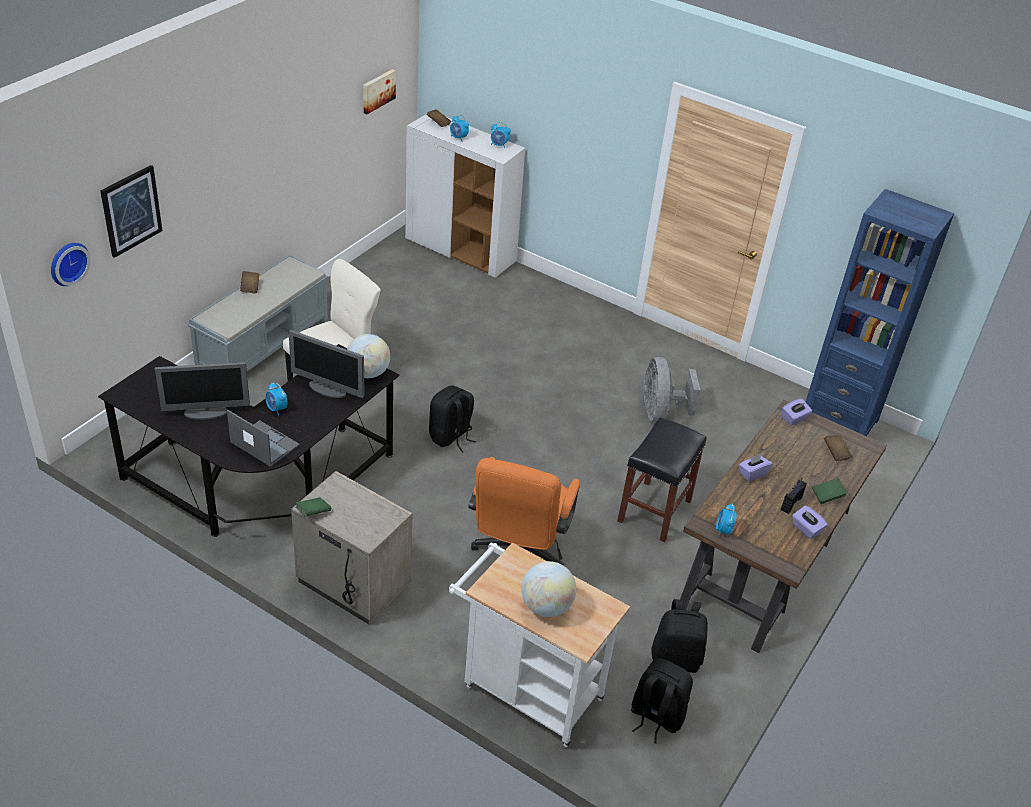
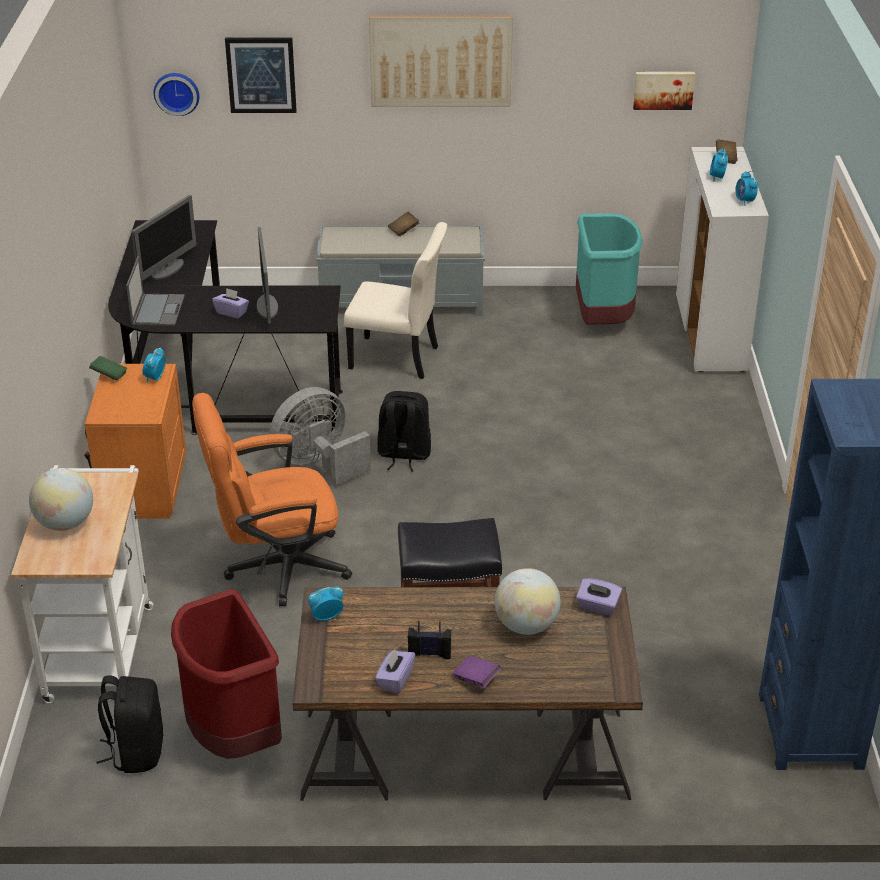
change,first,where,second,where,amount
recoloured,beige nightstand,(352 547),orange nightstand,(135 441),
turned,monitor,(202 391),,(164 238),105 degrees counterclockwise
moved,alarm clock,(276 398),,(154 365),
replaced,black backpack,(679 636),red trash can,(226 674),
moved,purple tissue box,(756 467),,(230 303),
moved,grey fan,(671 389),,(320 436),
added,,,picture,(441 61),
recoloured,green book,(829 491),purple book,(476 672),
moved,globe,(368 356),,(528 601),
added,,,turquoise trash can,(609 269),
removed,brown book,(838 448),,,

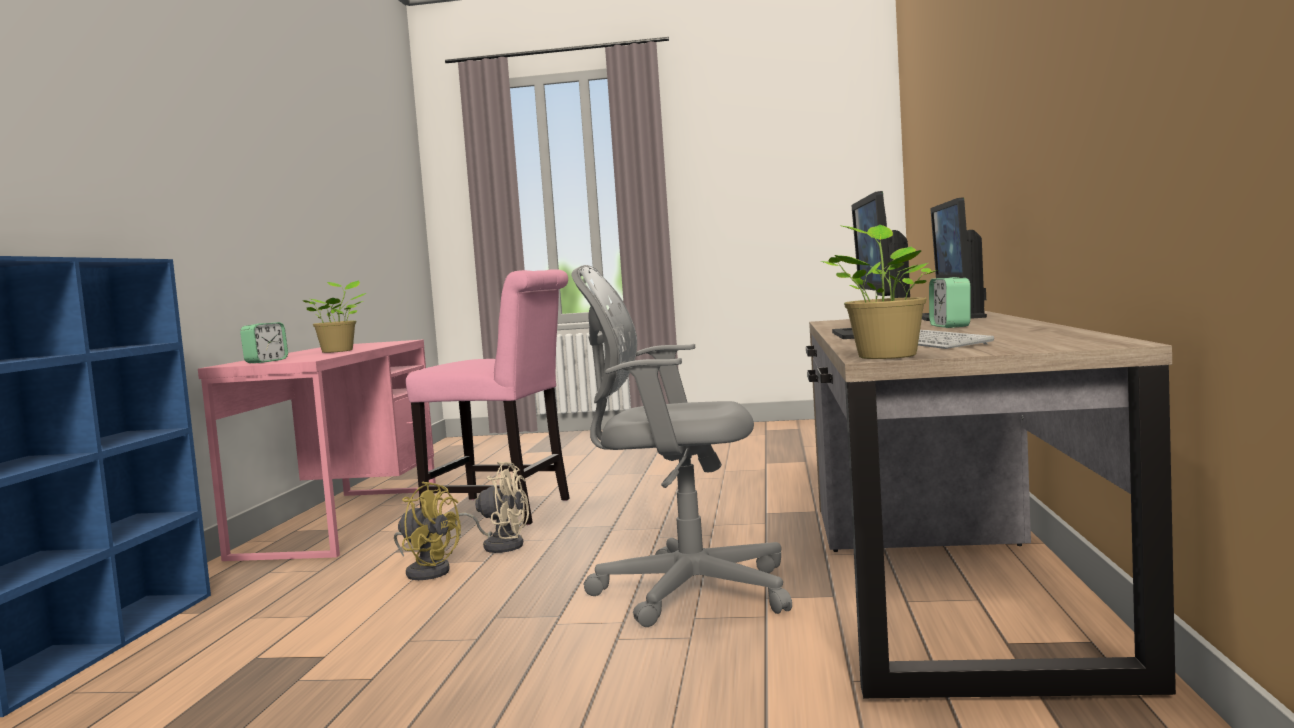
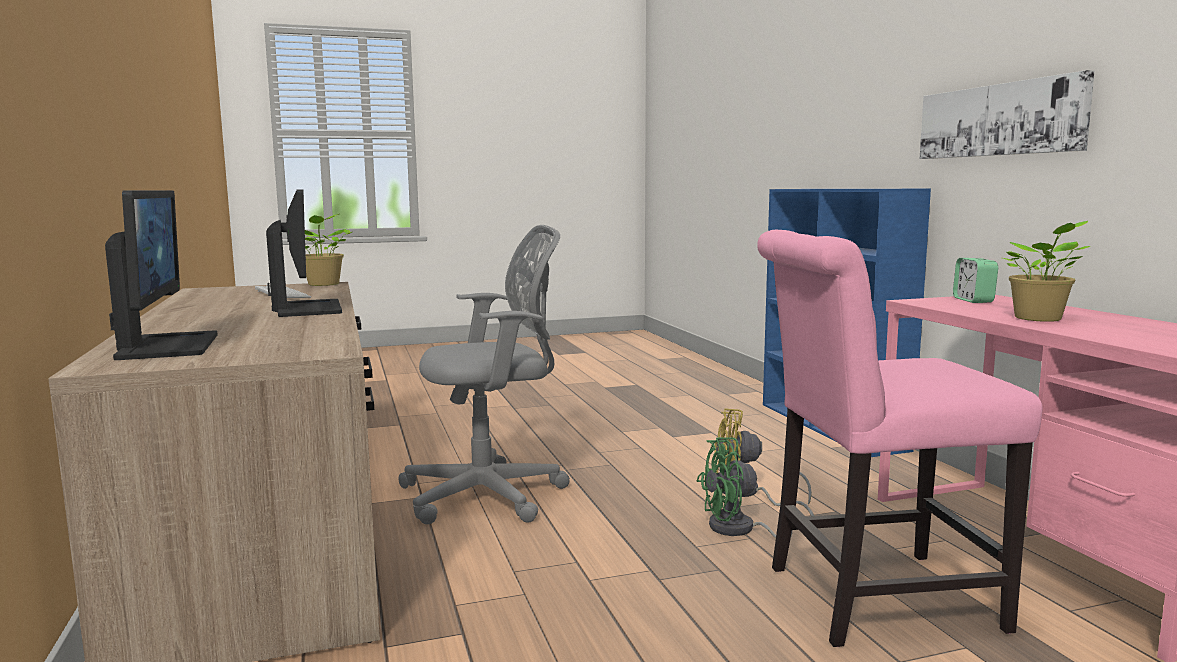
change,first,where,second,where,amount
recoloured,beige fan,(492 507),green fan,(755 488),
added,,,picture,(1007 114),
removed,alarm clock,(949 302),,,

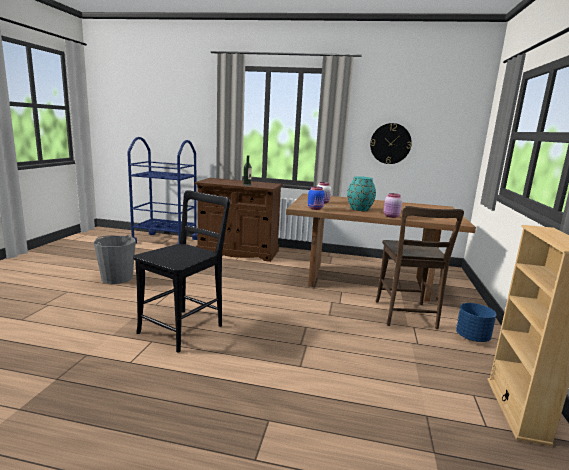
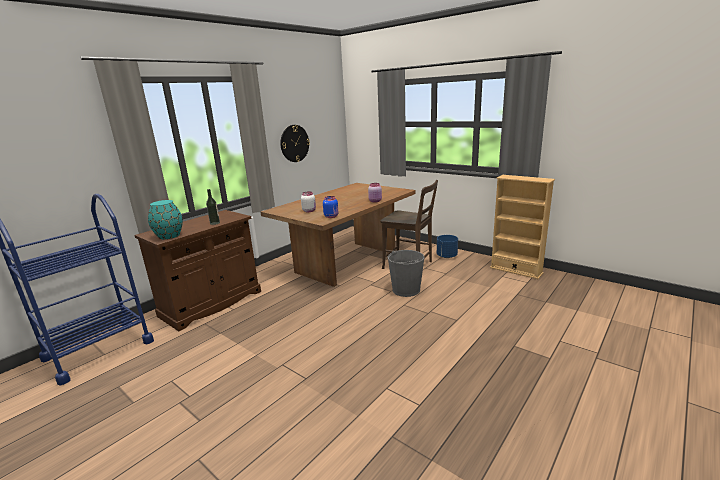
change,first,where,second,where,amount
moved,turquoise vase,(361 193),,(165 219),
moved,grey bucket,(115 259),,(406 273),
removed,black chair,(181 271),,,

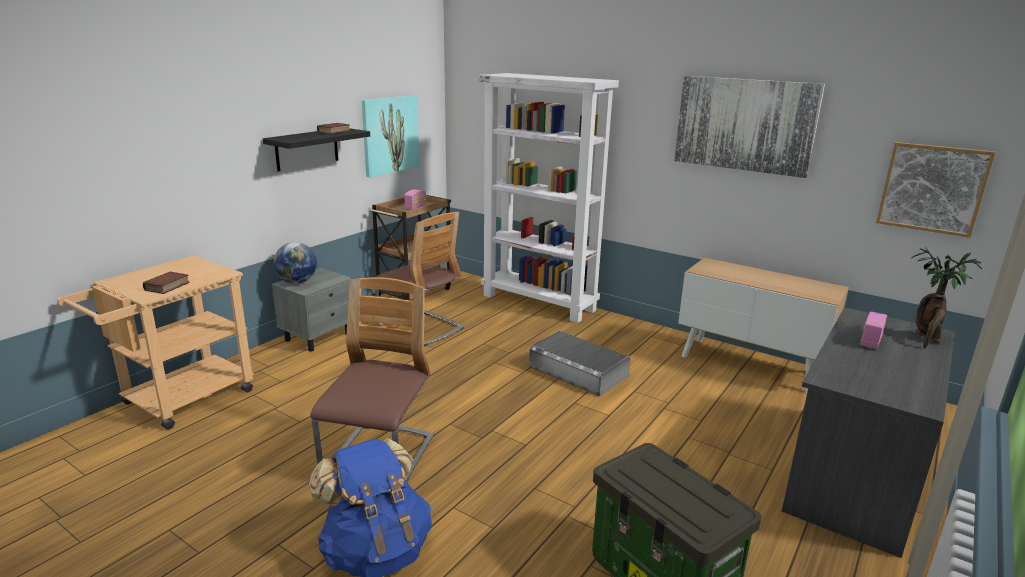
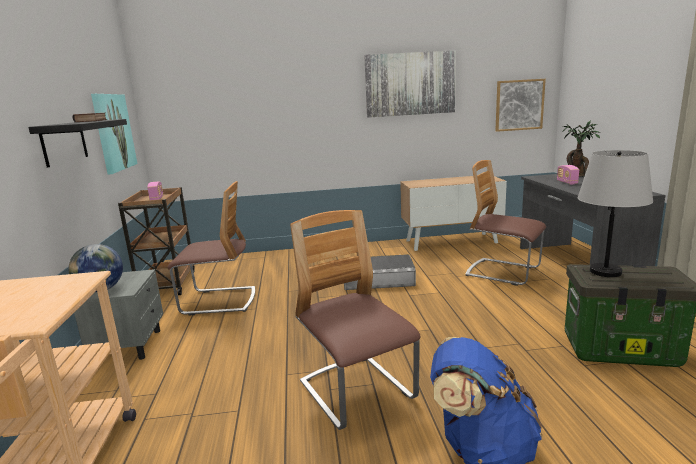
change,first,where,second,where,amount
added,,,chair,(505 223),
added,,,grey table lamp,(615 213),
removed,book,(166 283),,,
removed,white bookcase,(549 198),,,

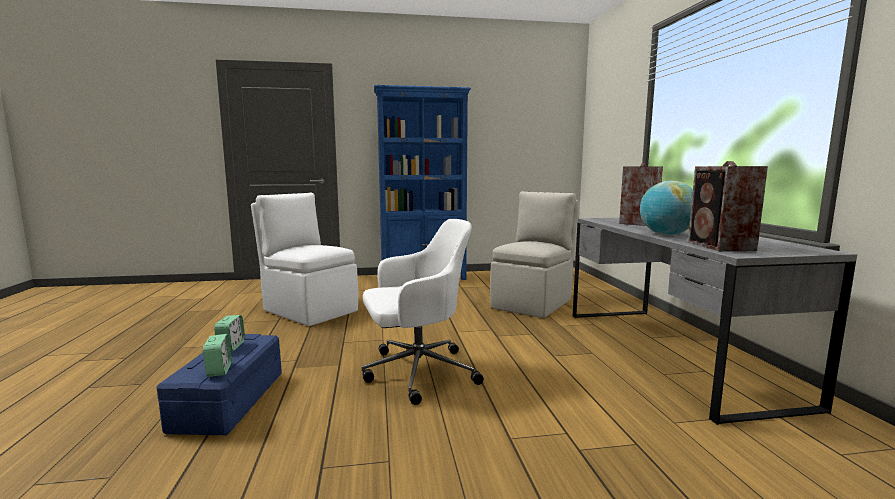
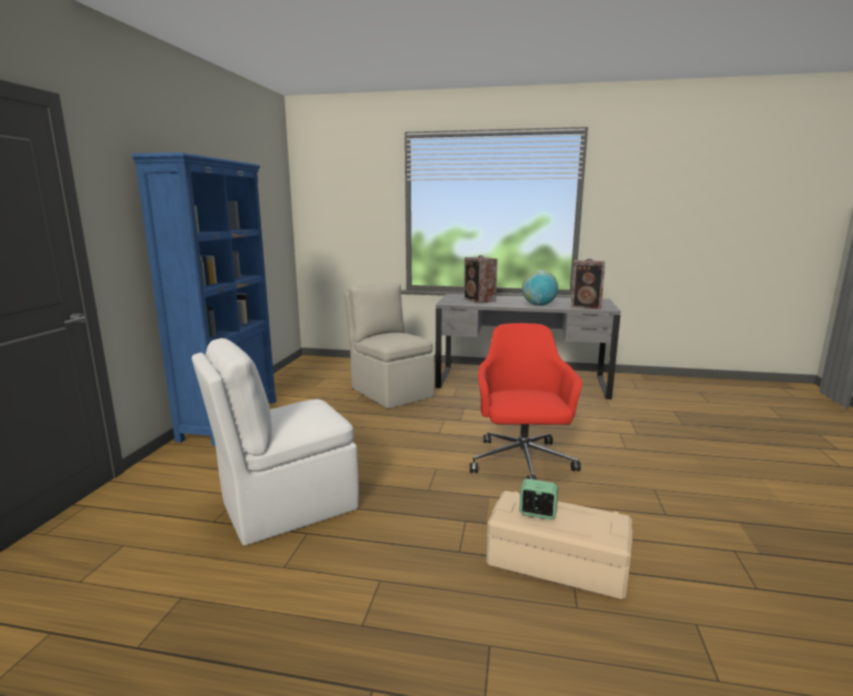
change,first,where,second,where,amount
recoloured,white office chair,(423 312),red office chair,(526 401),
recoloured,blue storage box,(219 384),beige storage box,(559 545),
removed,alarm clock,(217 355),,,

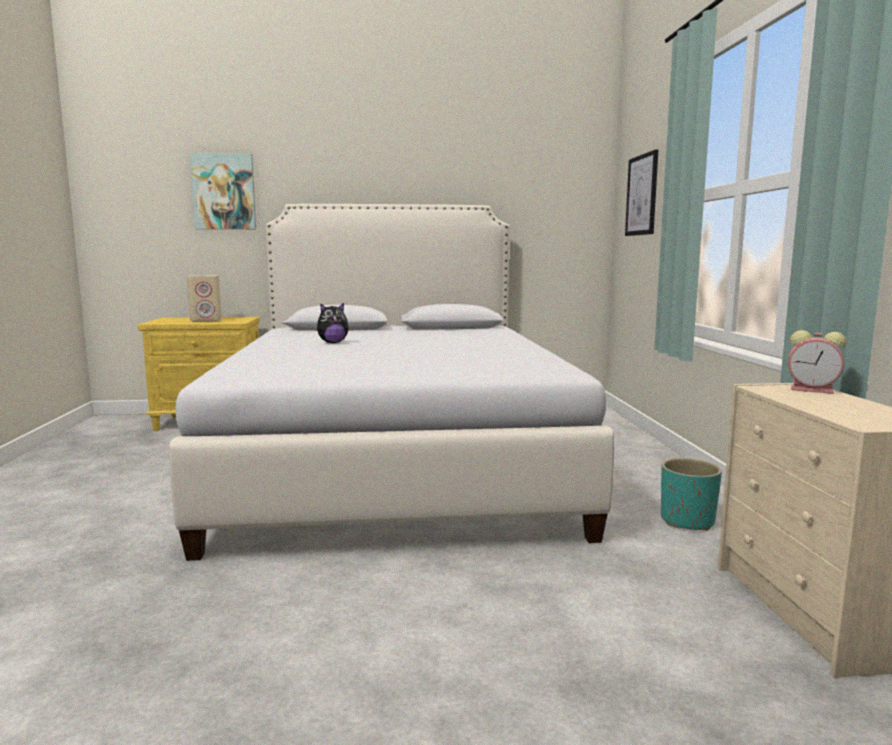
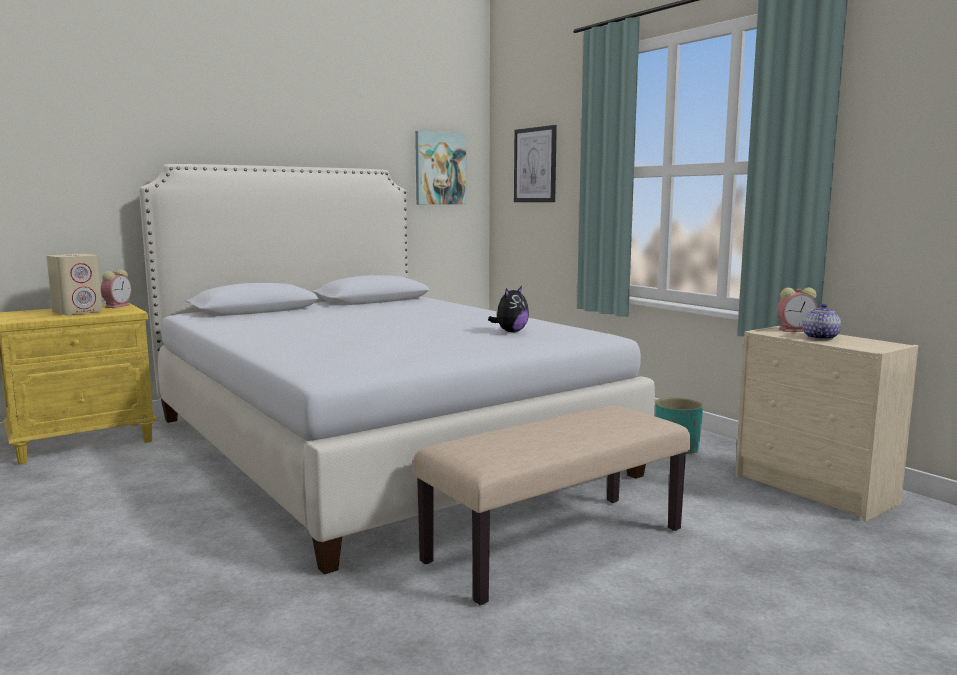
change,first,where,second,where,amount
added,,,alarm clock,(116 288),
added,,,beige bench,(551 505),
moved,picture,(223 191),,(440 168),
moved,plush toy,(333 323),,(508 309),
added,,,teapot,(822 322),

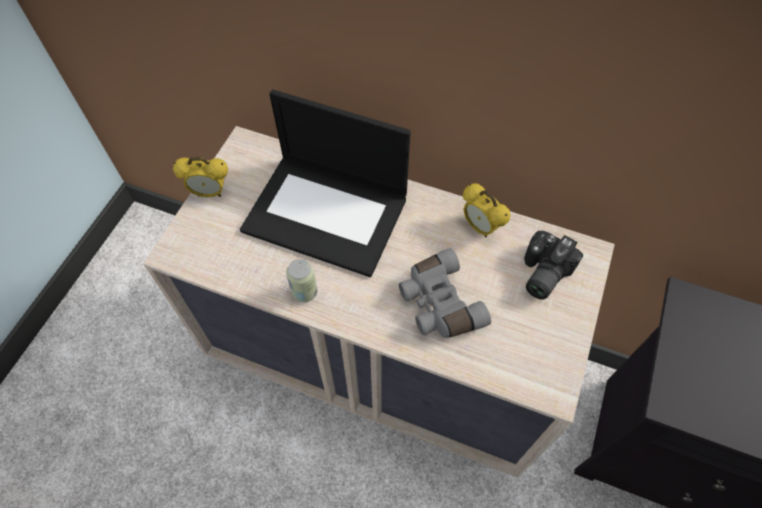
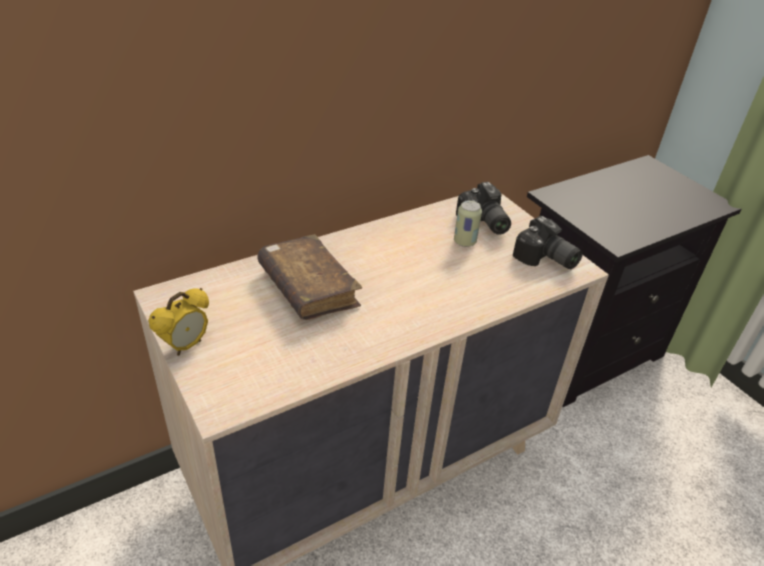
change,first,where,second,where,amount
replaced,laptop,(325 183),brown book,(310 277),
moved,can,(301 280),,(468 223),
added,,,photo camera,(548 242),
removed,grey binoculars,(445 293),,,
removed,alarm clock,(487 210),,,

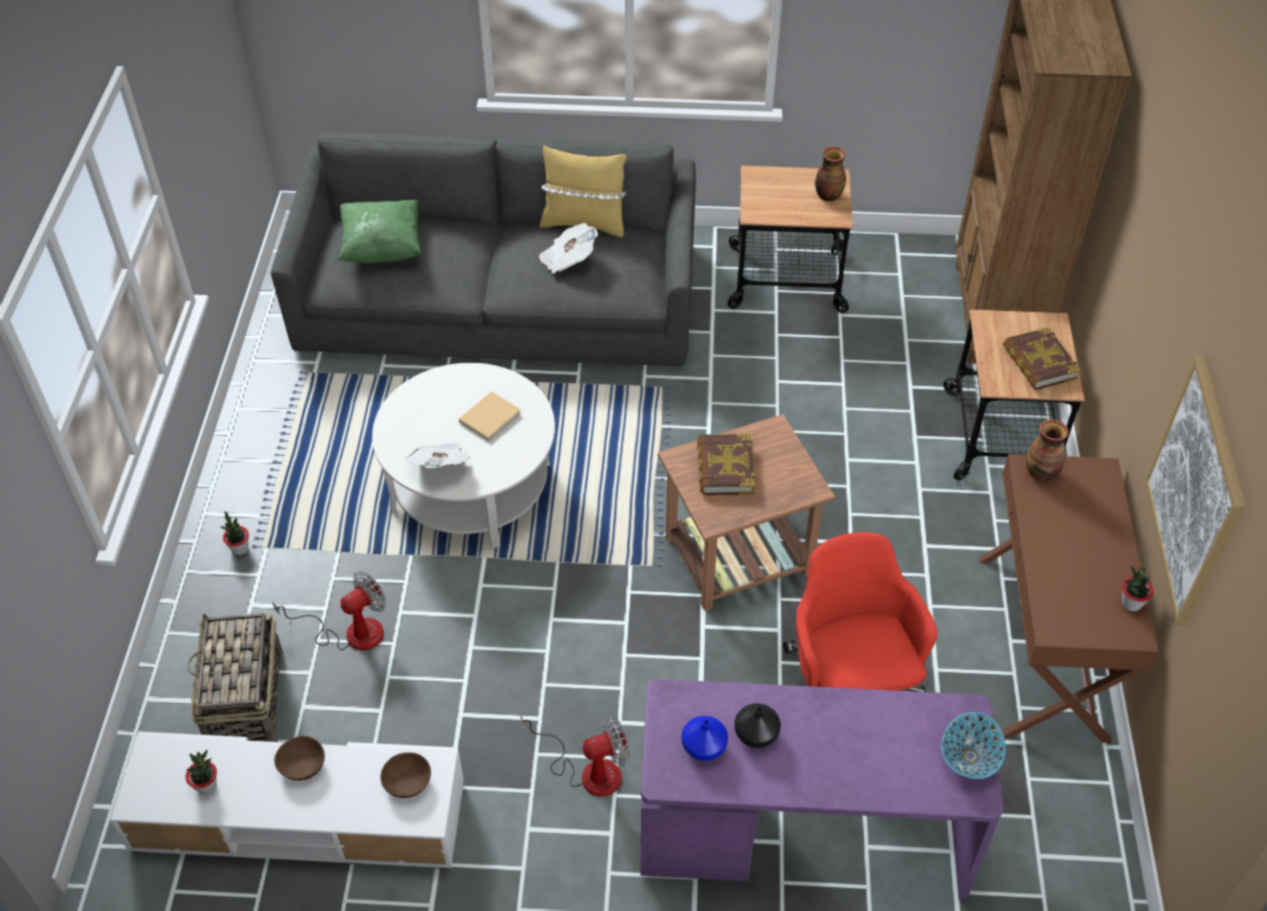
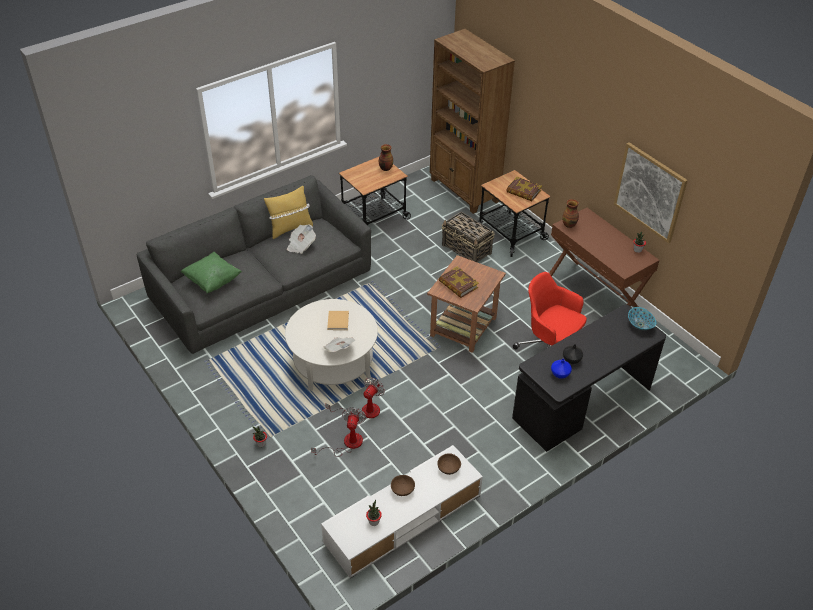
change,first,where,second,where,amount
moved,fan,(575 755),,(355 398),
moved,basket,(235 677),,(468 237),
recoloured,purple desk,(822 789),black desk,(589 378),

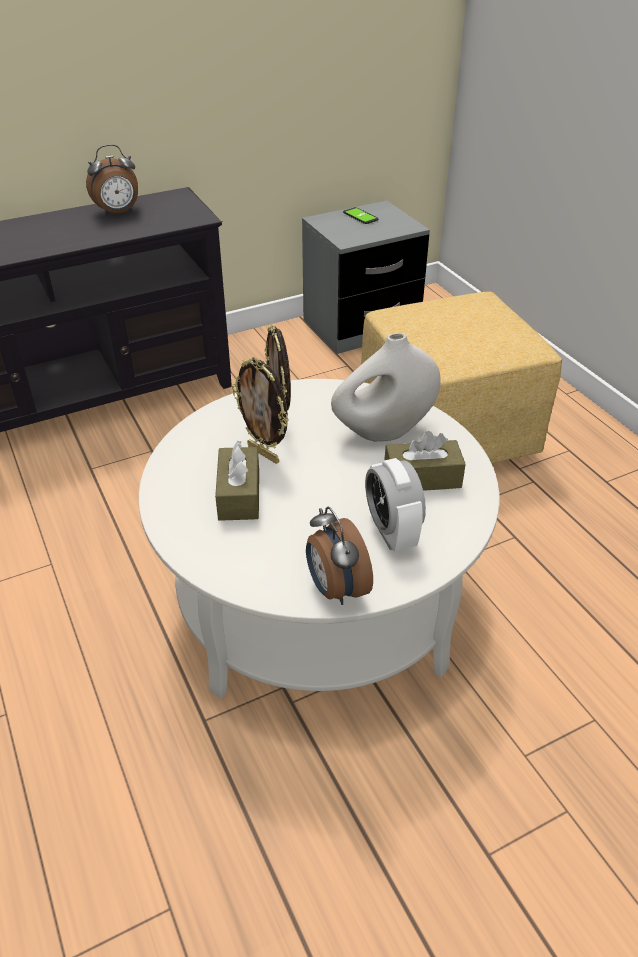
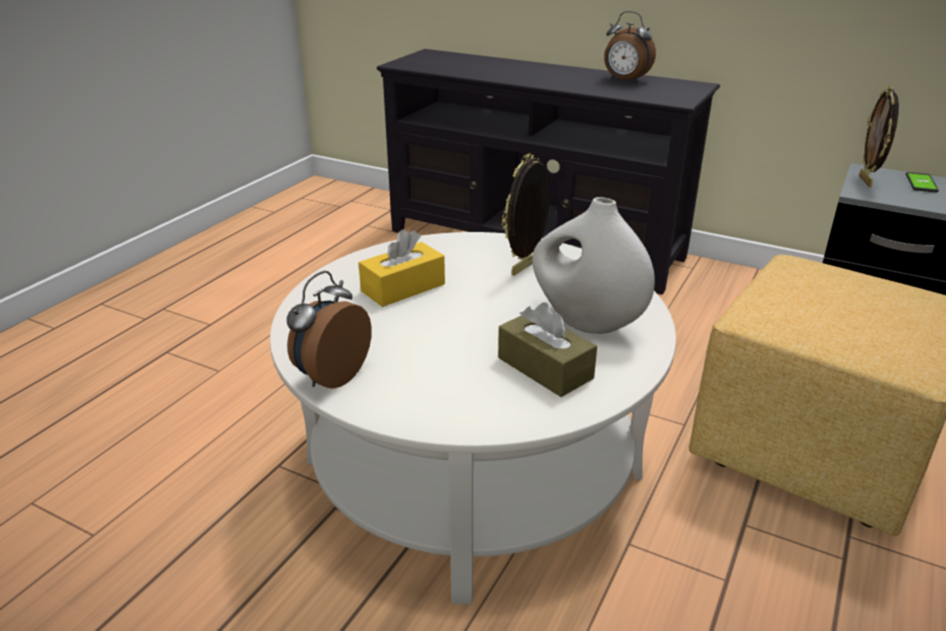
change,first,where,second,where,amount
recoloured,brown tissue box,(237 481),yellow tissue box,(402 268),
moved,picture frame,(260 410),,(879 136),
removed,alarm clock,(395 504),,,

